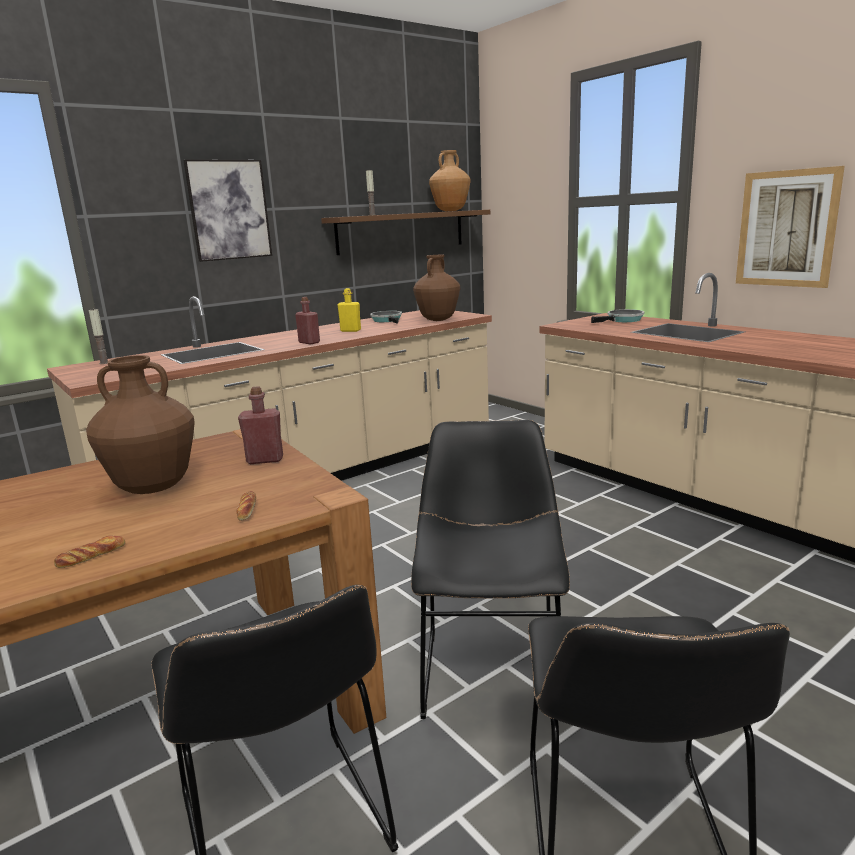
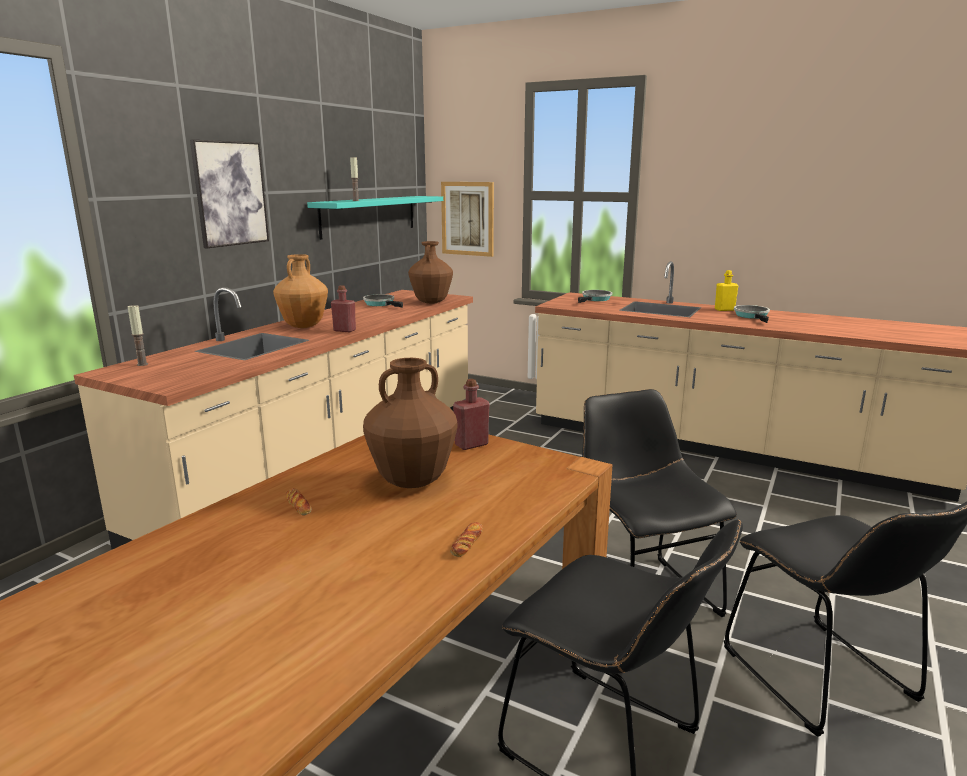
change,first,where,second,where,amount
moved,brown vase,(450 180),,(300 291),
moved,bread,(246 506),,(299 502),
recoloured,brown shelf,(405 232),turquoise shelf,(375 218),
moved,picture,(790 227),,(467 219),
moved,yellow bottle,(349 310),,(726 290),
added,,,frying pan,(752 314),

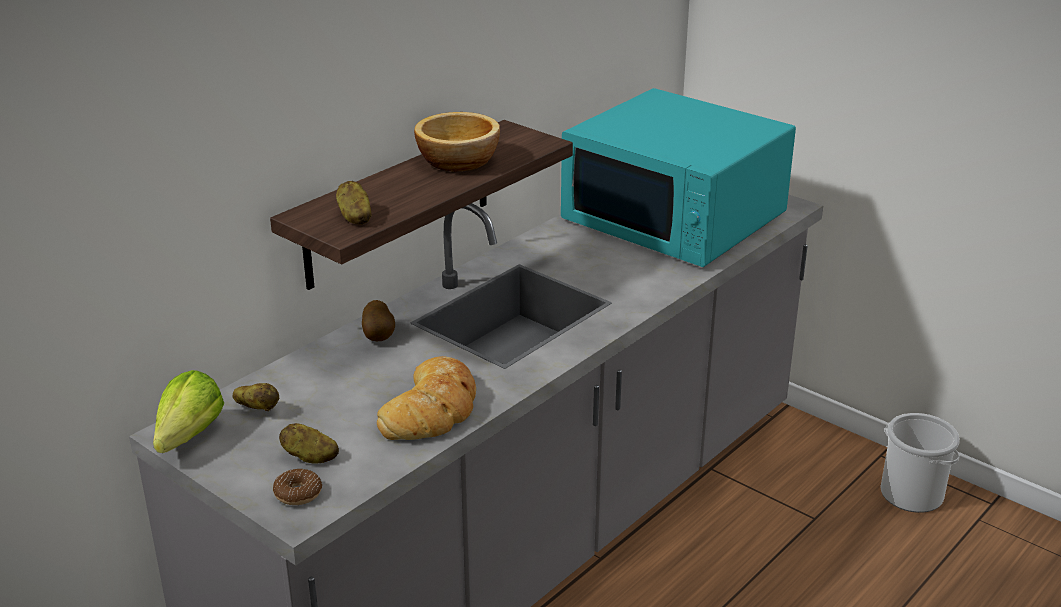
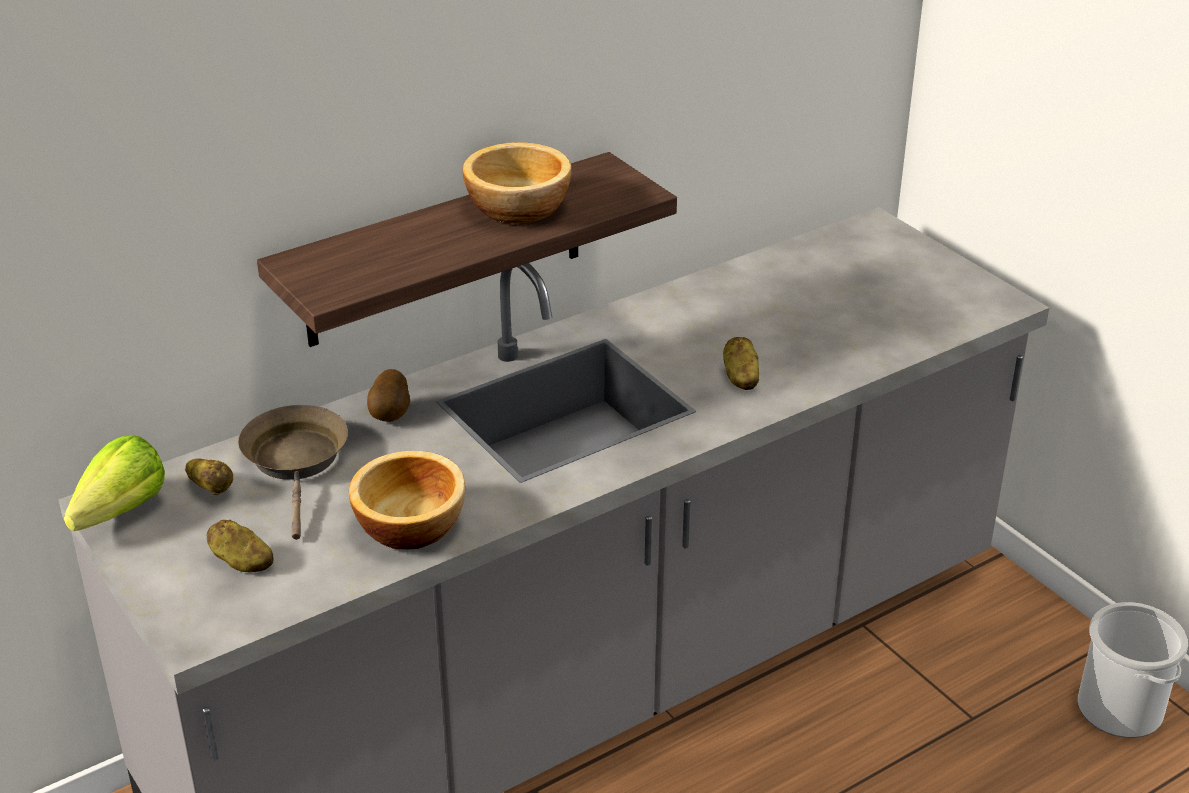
change,first,where,second,where,amount
added,,,brown frying pan,(293 472),
replaced,bread,(426 398),bowl,(407 500),
moved,potato,(354 203),,(741 363),
removed,donut,(297 487),,,
removed,turquoise microwave,(678 177),,,

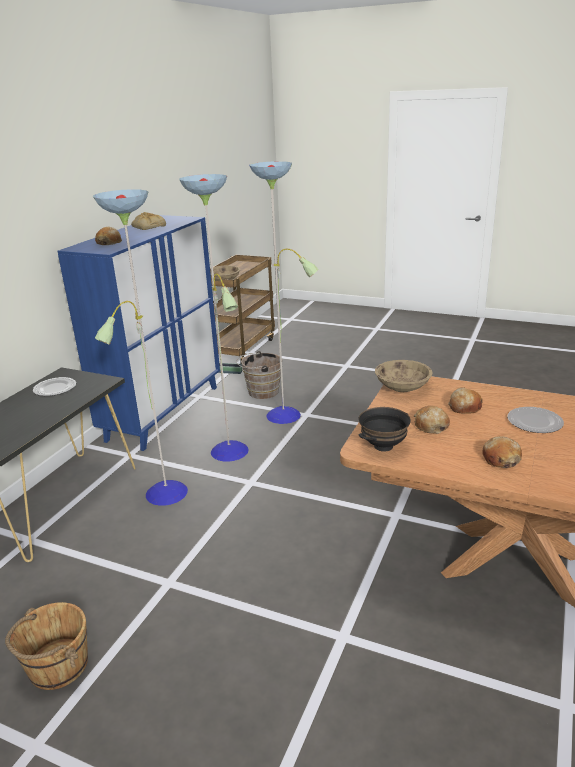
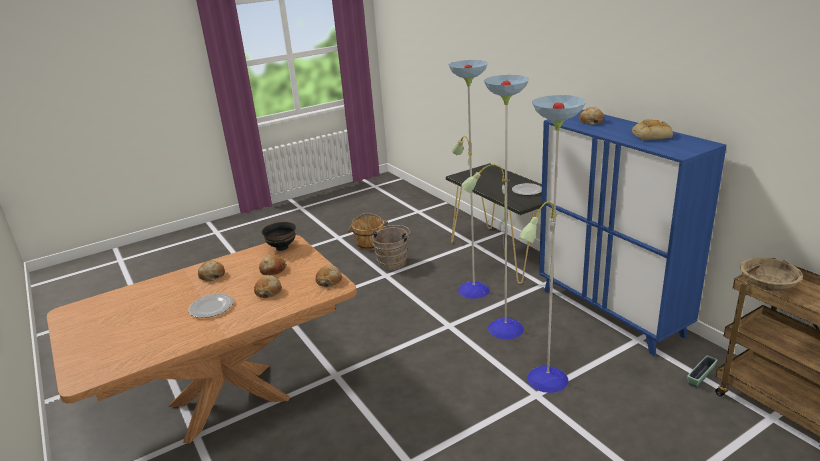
change,first,where,second,where,amount
replaced,beige bowl,(404 376),bread,(328 276),
moved,brown bucket,(258 375),,(391 248),

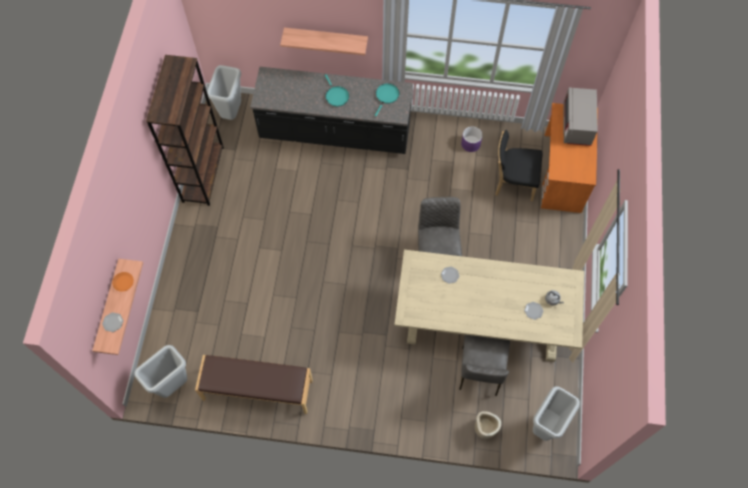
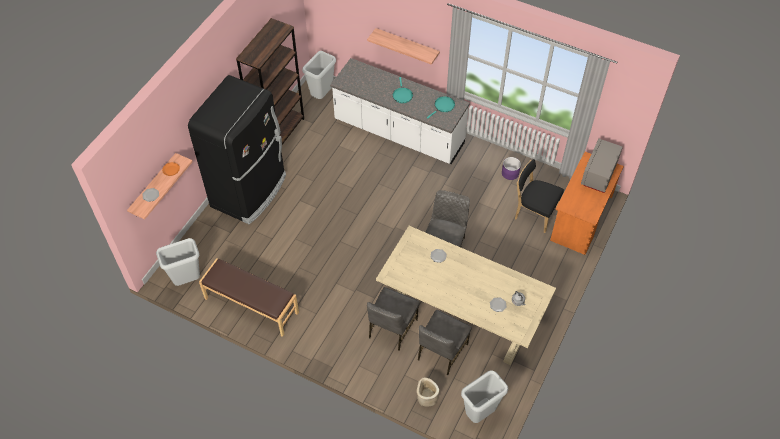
change,first,where,second,where,amount
added,,,black fridge,(237 149),
recoloured,black counter,(331 110),white counter,(400 111),
added,,,grey chair,(393 319),

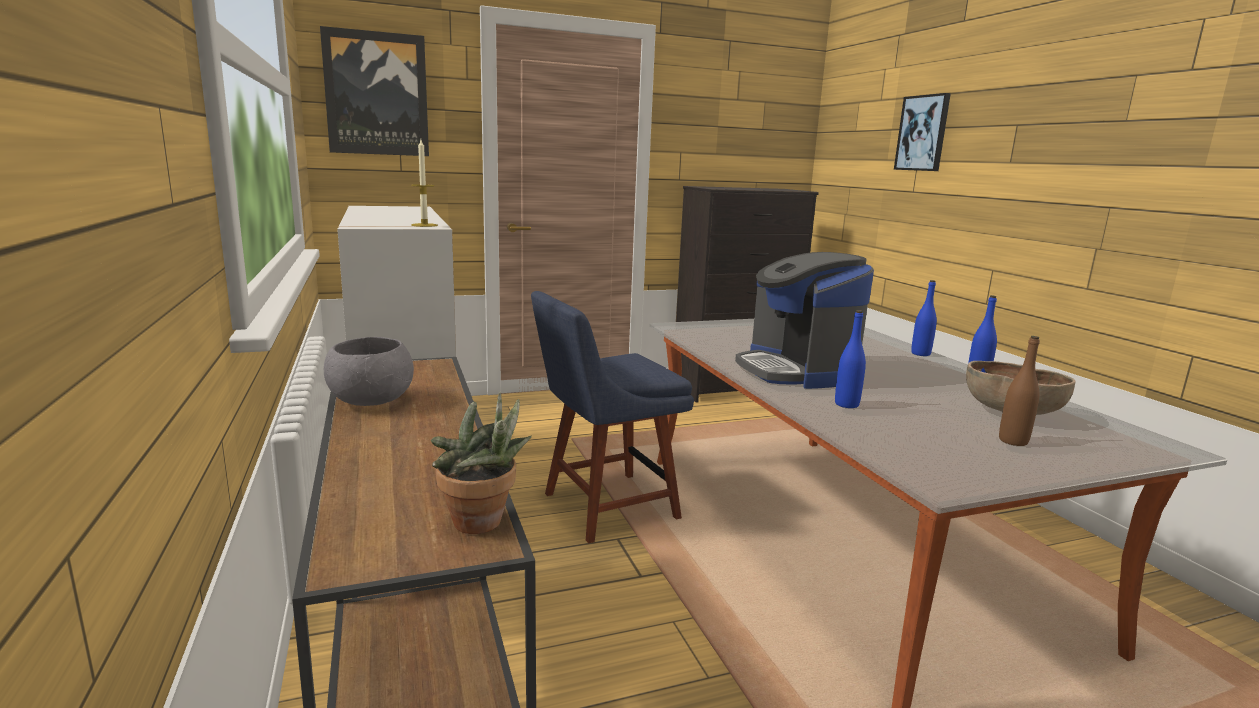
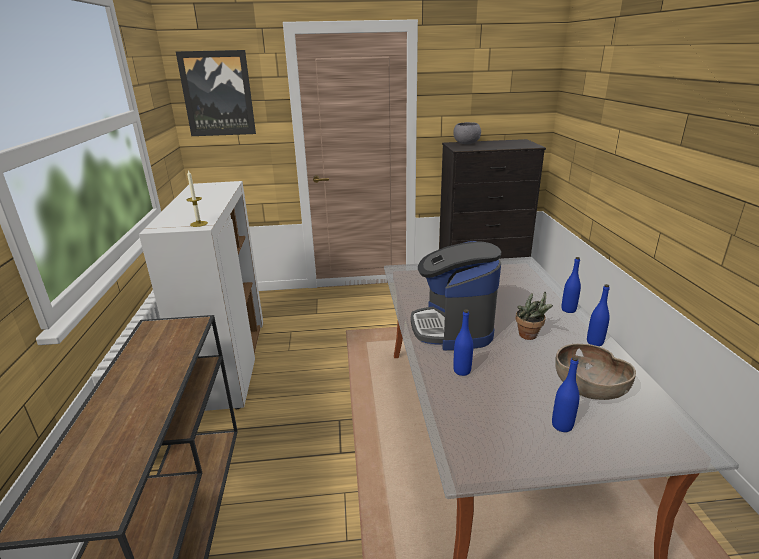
change,first,where,second,where,amount
moved,grey bowl,(369 371),,(467 133),
moved,potted plant,(481 463),,(534 315),
recoloured,brown bottle,(1019 391),blue bottle,(566 394),
removed,blue chair,(612 417),,,
removed,picture,(922 132),,,

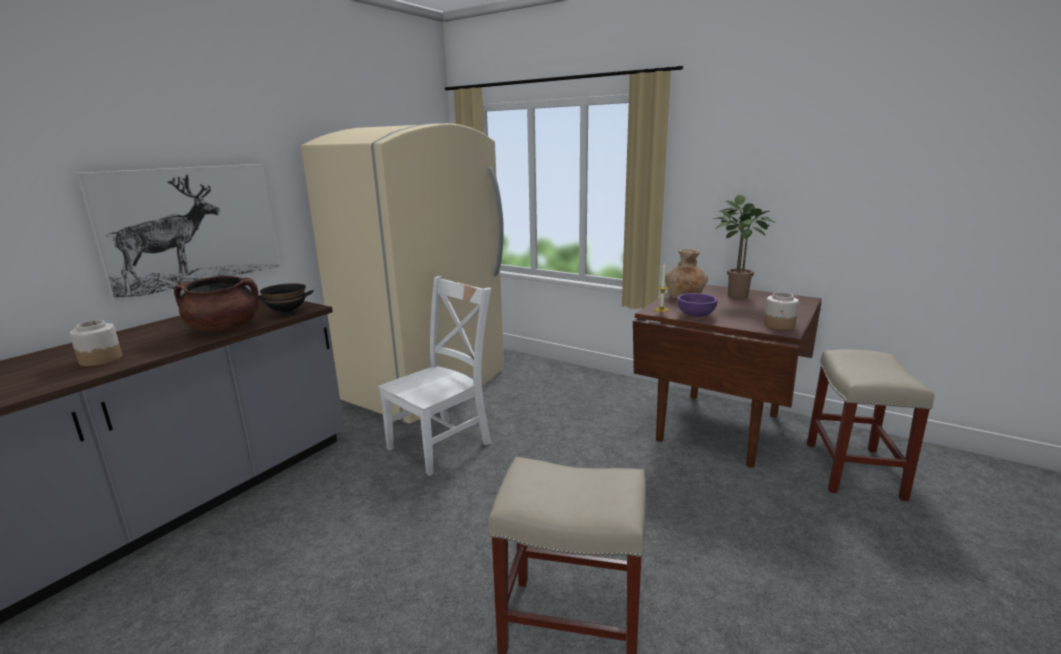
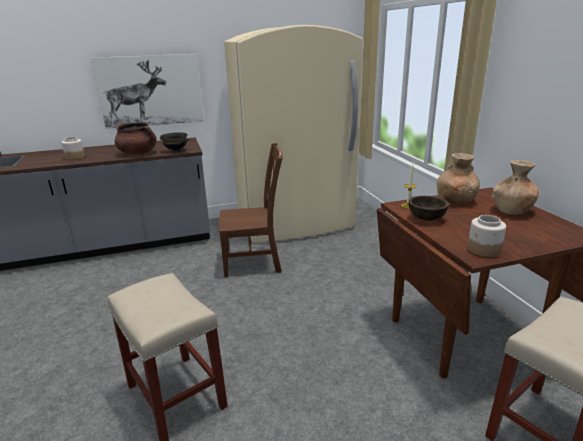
change,first,where,second,where,amount
recoloured,white chair,(434 376),brown chair,(251 210),
recoloured,purple bowl,(697 305),brown bowl,(429 208),
replaced,potted plant,(744 246),brown vase,(515 187),

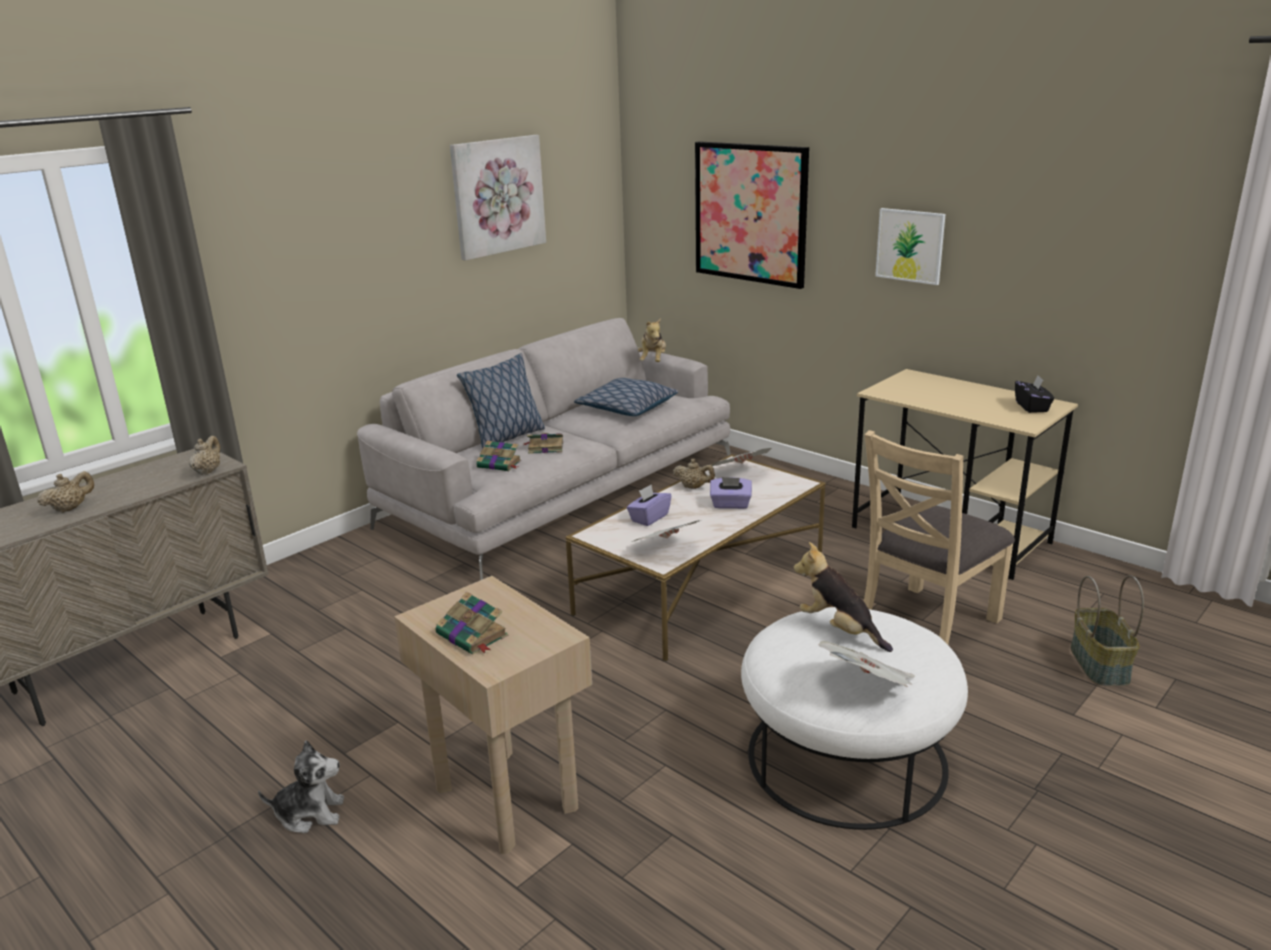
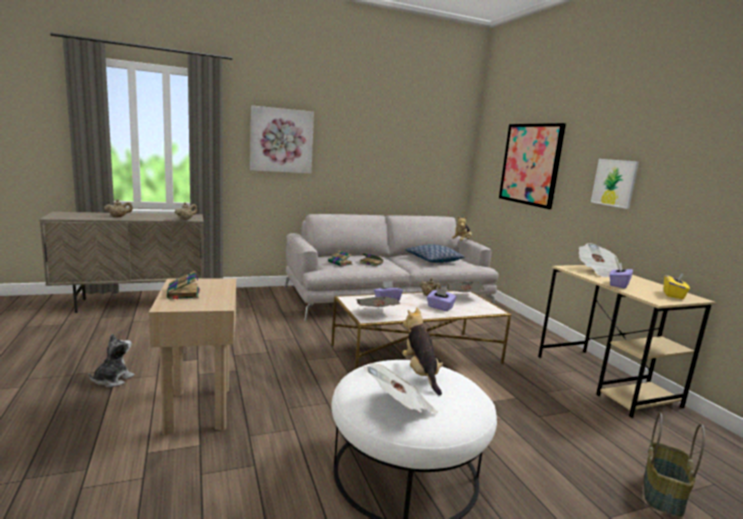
change,first,where,second,where,amount
turned,plush toy,(301 786),,(111 360),90 degrees counterclockwise
moved,picture,(498 198),,(282 139),
added,,,newspaper,(599 260),
added,,,purple tissue box,(621 276),
recoloured,black tissue box,(1034 394),yellow tissue box,(677 286),
removed,pillow,(501 401),,,
removed,beige chair,(939 537),,,

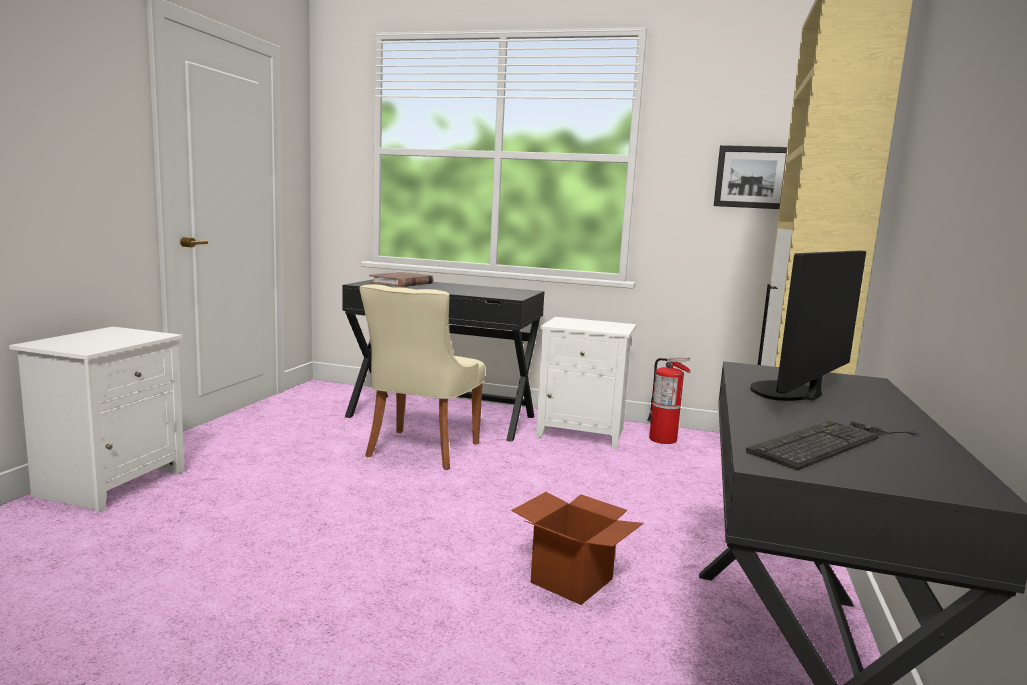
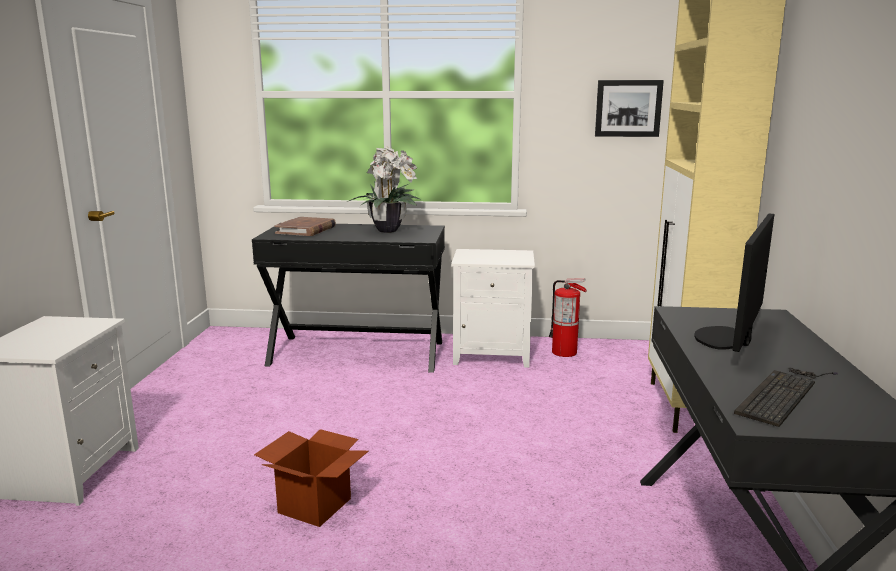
change,first,where,second,where,amount
moved,cardboard box,(577 548),,(311 478),
added,,,potted plant,(384 189),
removed,beige chair,(422 377),,,

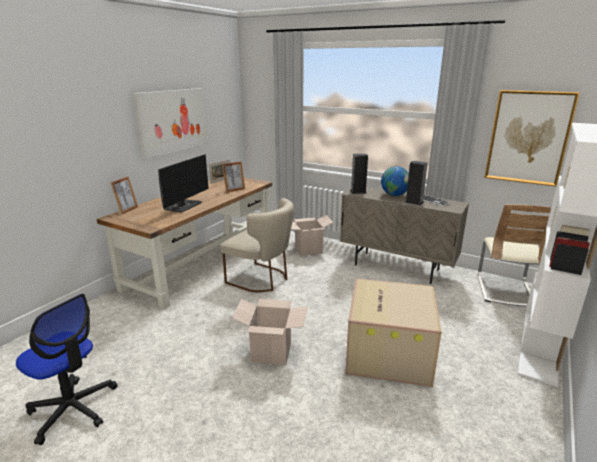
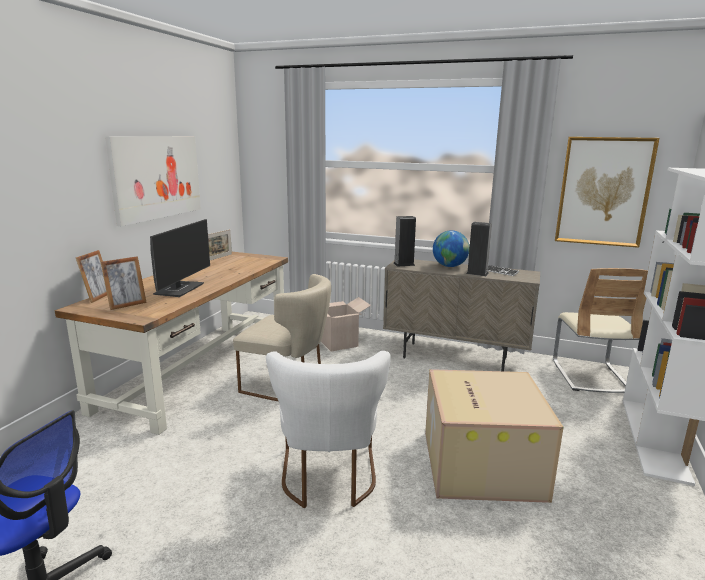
change,first,where,second,where,amount
moved,picture frame,(233 176),,(124 283),
replaced,cardboard box,(269 332),white chair,(328 429),

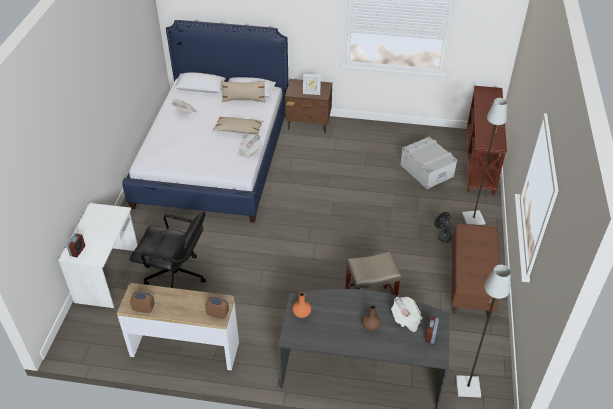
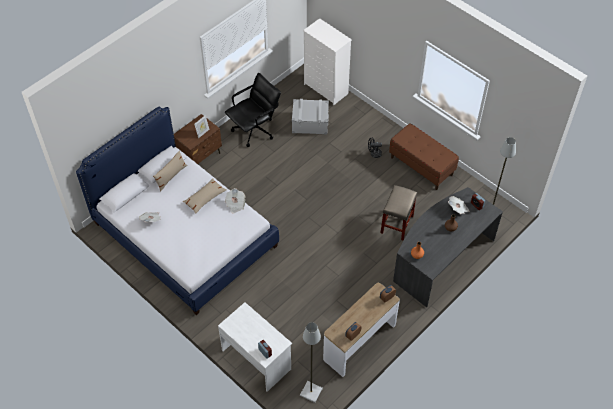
change,first,where,second,where,amount
moved,black office chair,(167 249),,(253 110),
moved,grey floor lamp,(484 161),,(311 362),
replaced,brown console table,(486 140),white dresser,(327 61),

